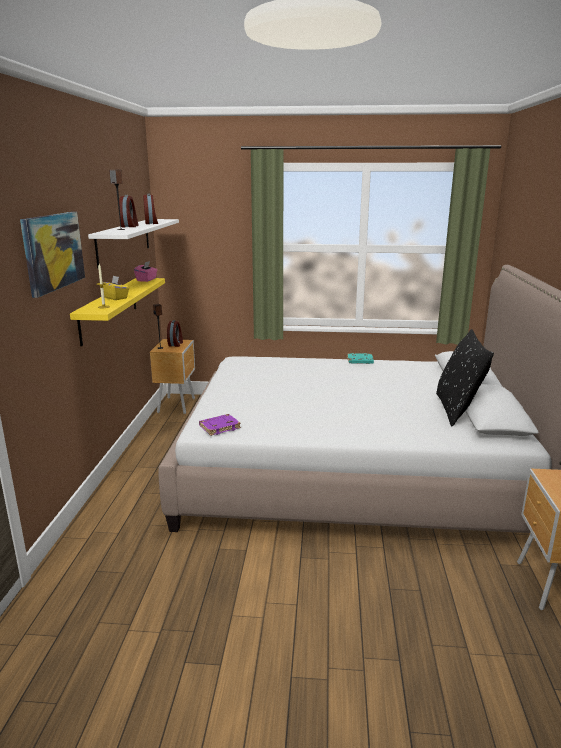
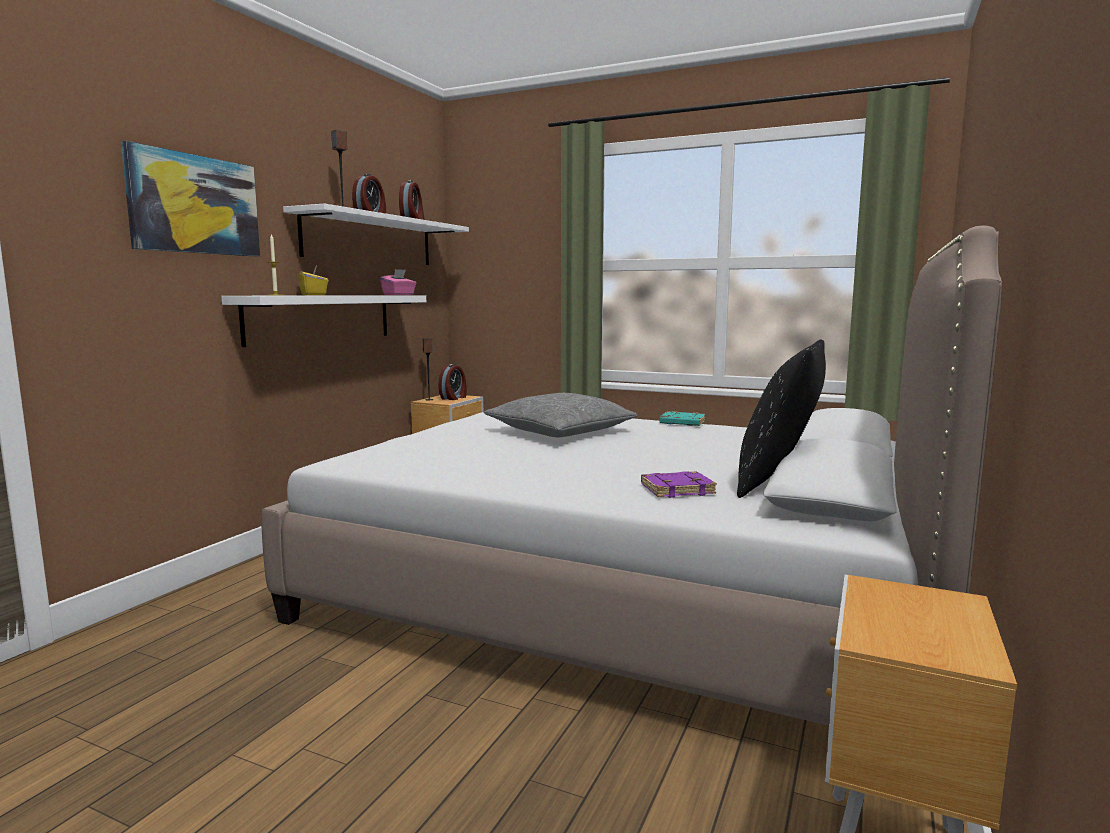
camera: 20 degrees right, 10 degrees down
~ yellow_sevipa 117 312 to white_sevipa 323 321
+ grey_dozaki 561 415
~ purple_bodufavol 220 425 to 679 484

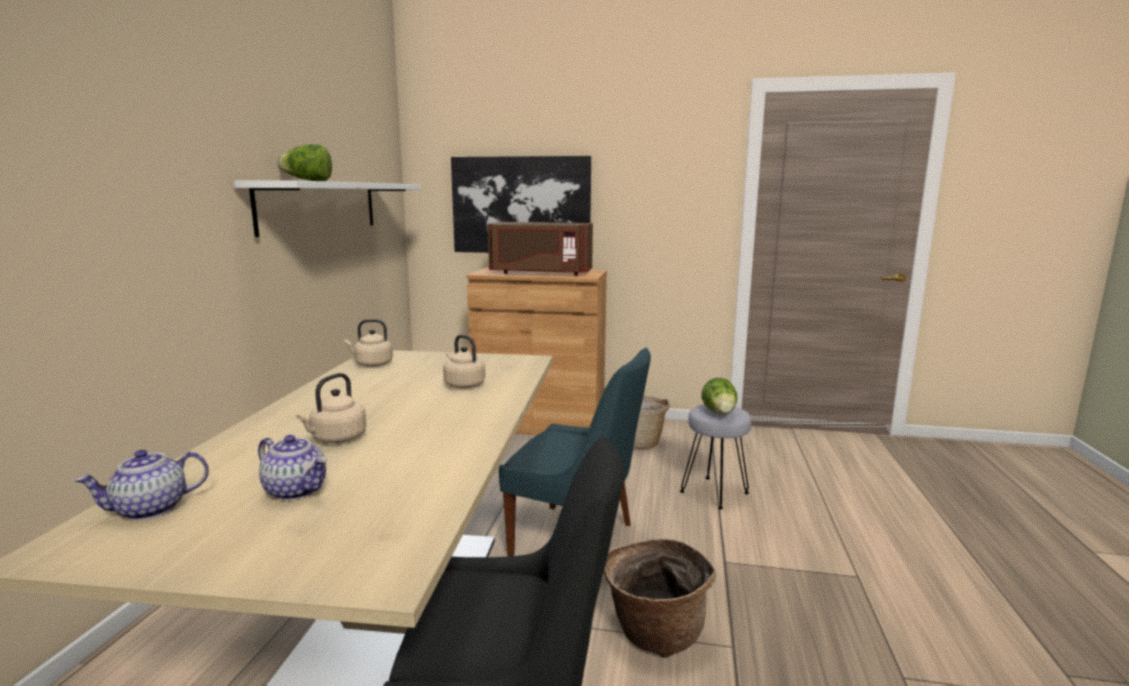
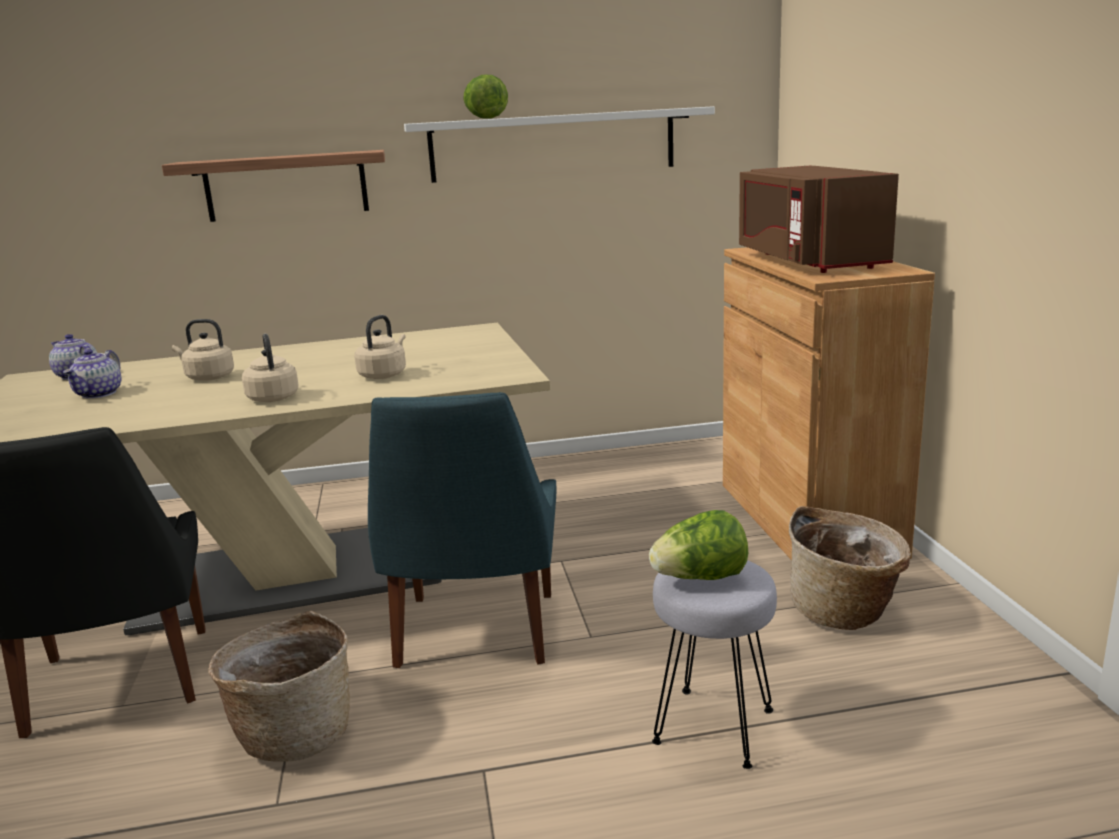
camera: 70 degrees right, 5 degrees up
+ sevipa 273 186
~ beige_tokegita 368 343 to 270 368
- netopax 521 204

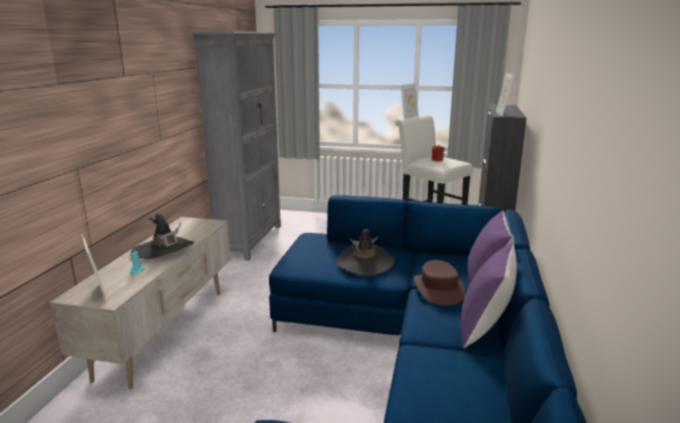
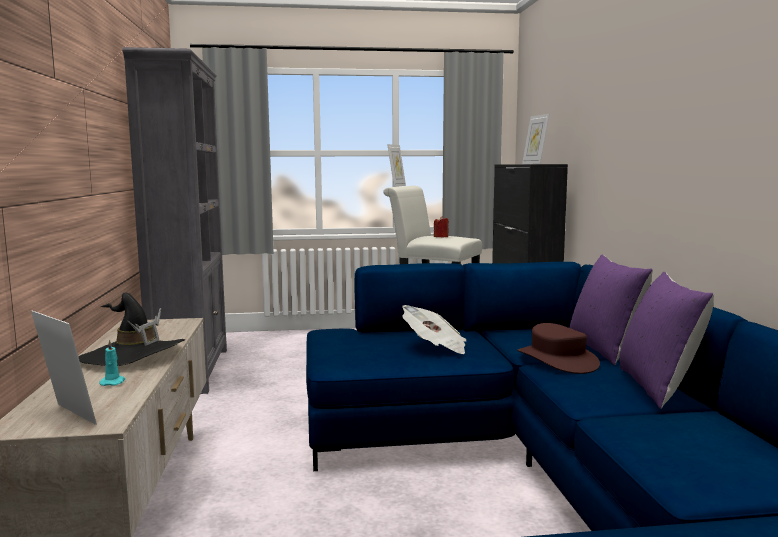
camera: 20 degrees left, 10 degrees down
~ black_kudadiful 365 252 to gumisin 434 329

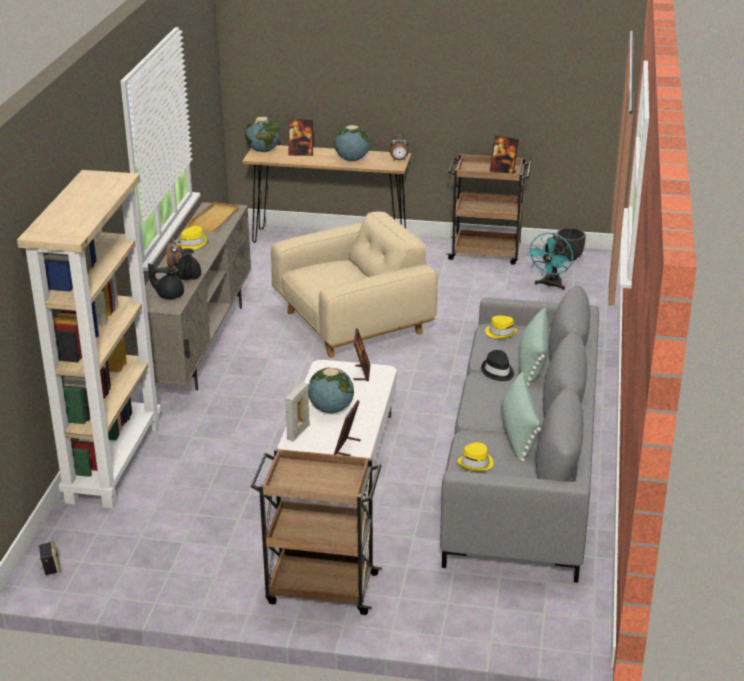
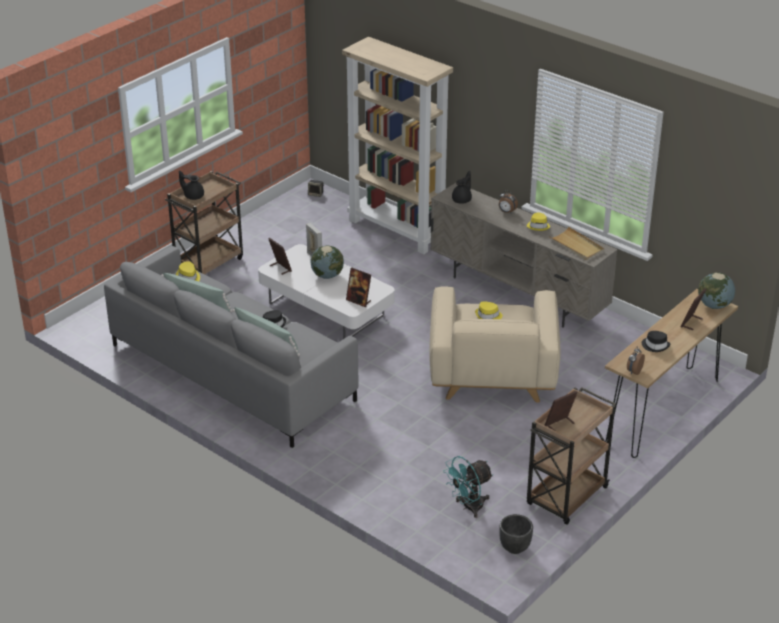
camera: 120 degrees right, 5 degrees up
~ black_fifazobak 188 264 to 191 185
~ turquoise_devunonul 550 261 = 468 487 90 degrees counterclockwise
~ yellow_kudadiful 501 327 to 489 310
~ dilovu 352 143 to black_kudadiful 656 341

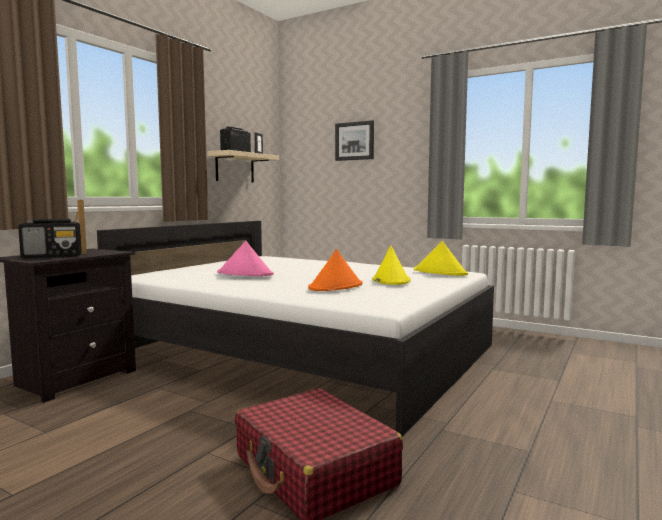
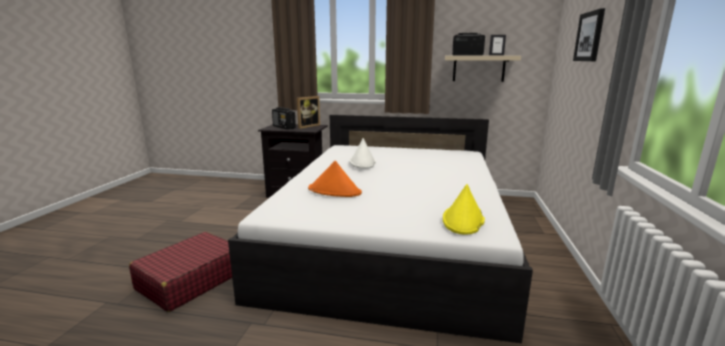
camera: 70 degrees right, 10 degrees up
~ pink_kudadiful 245 258 to white_kudadiful 362 153
- yellow_kudadiful 391 265

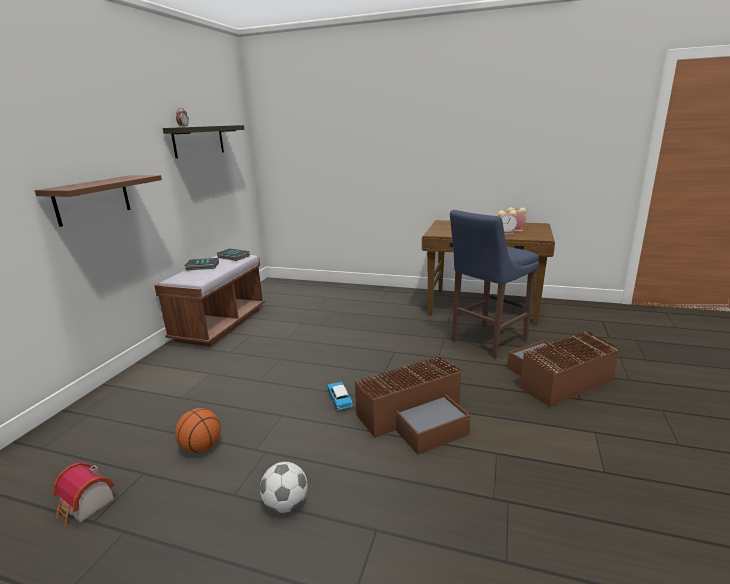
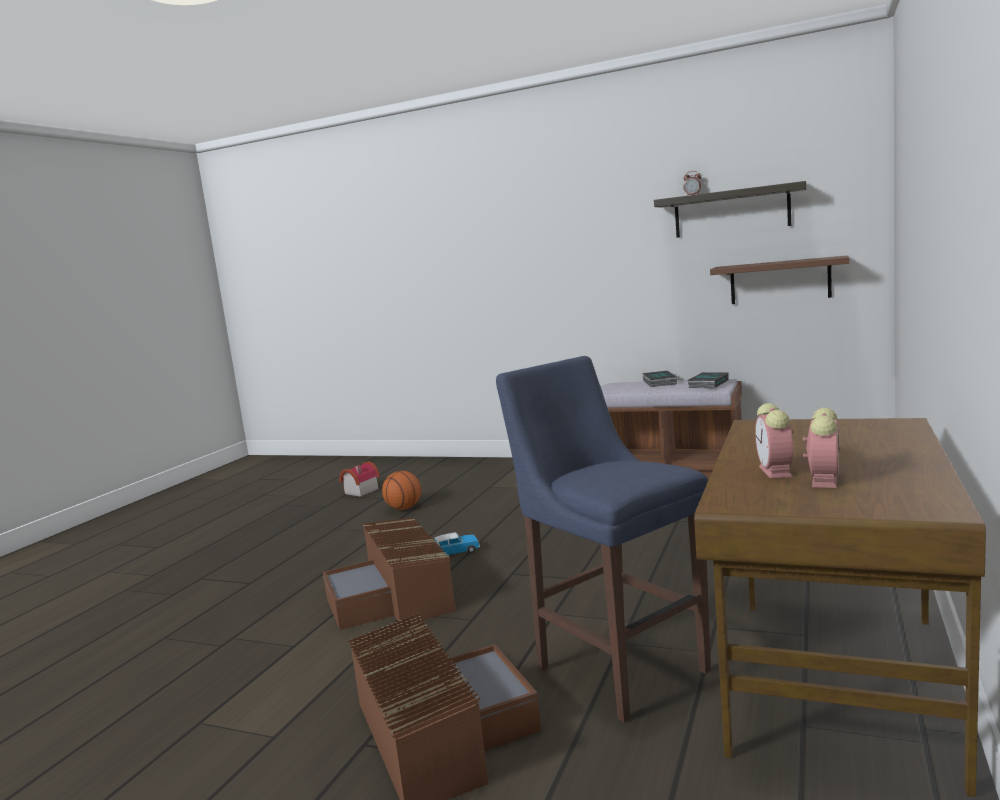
camera: 95 degrees right, 10 degrees down
~ brown_sevipa 98 201 to 779 280
- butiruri 284 487

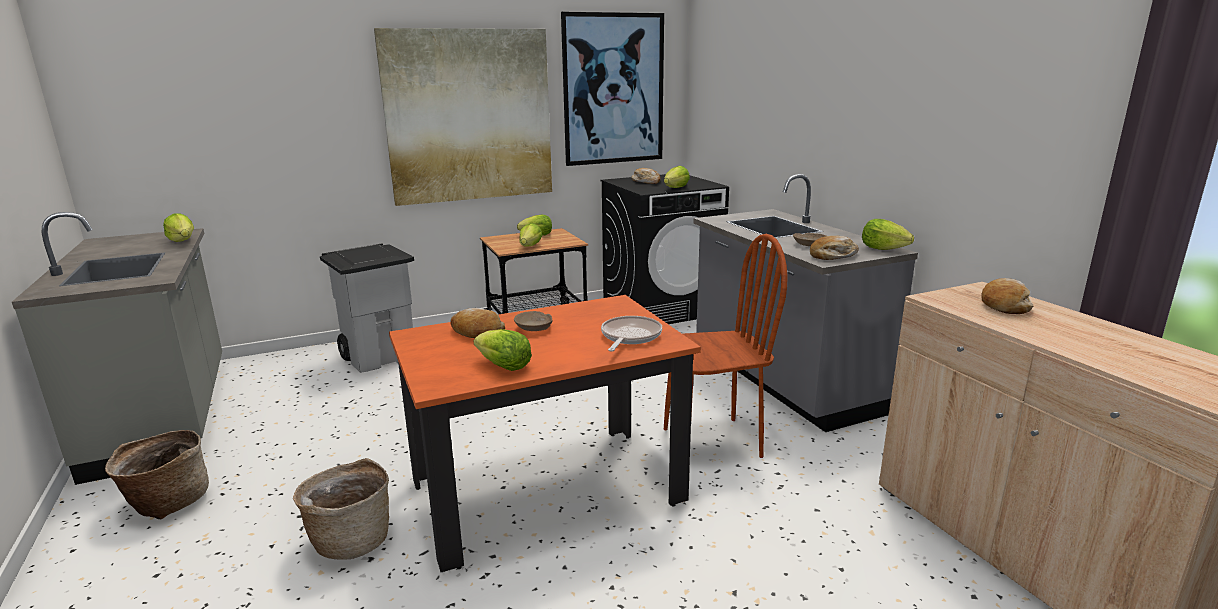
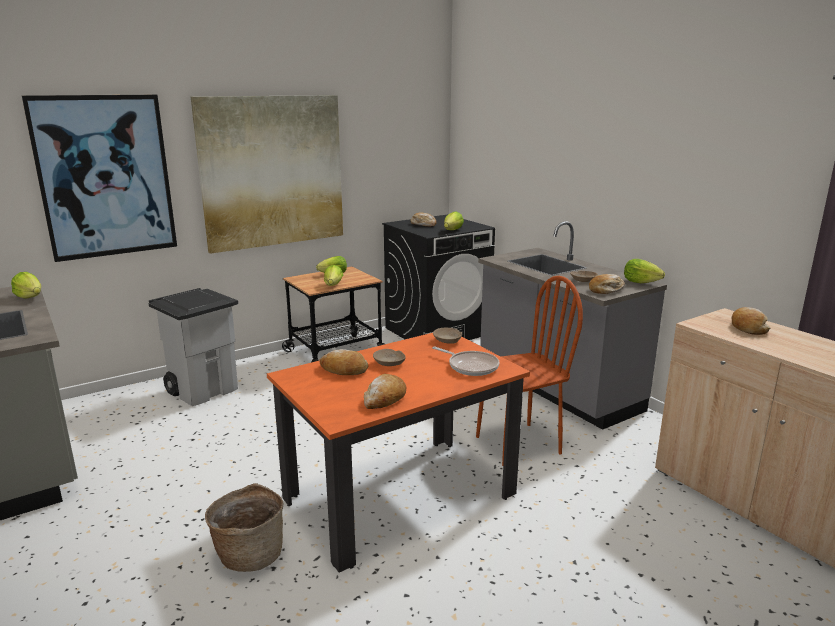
camera: 10 degrees left, 0 degrees up
~ netopax 612 89 to 99 178
~ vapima 503 350 to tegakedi 385 391
~ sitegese 631 334 = 466 361 120 degrees clockwise
+ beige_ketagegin 447 335
- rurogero 157 474

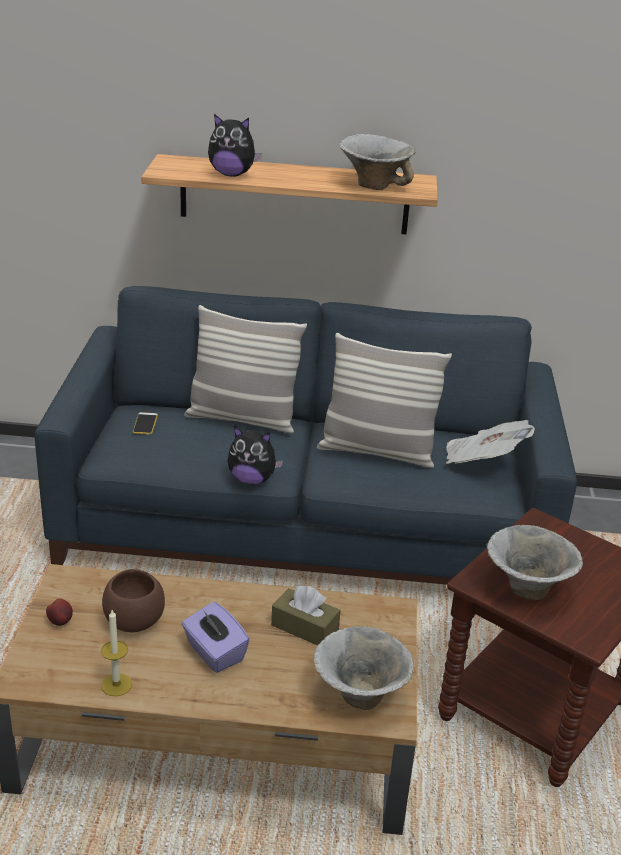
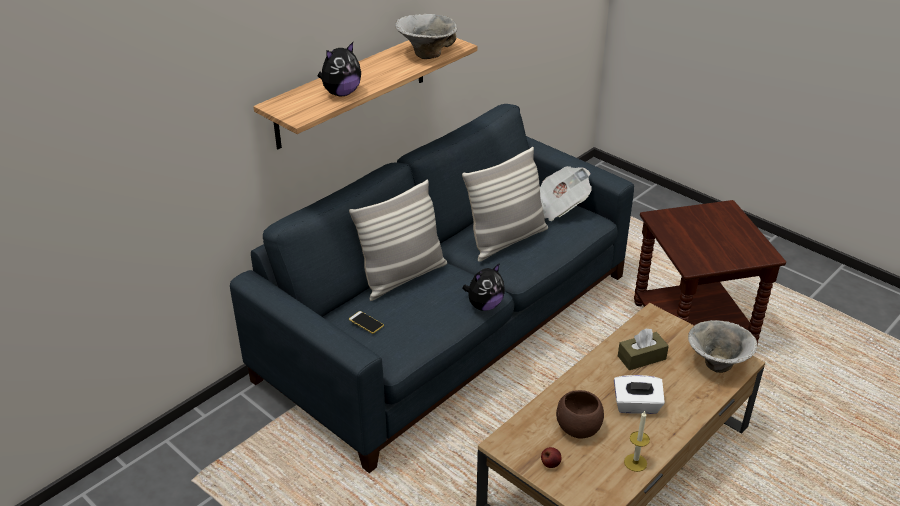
camera: 50 degrees left, 5 degrees up
~ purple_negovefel 216 637 to white_negovefel 639 394
- ketagegin 535 562

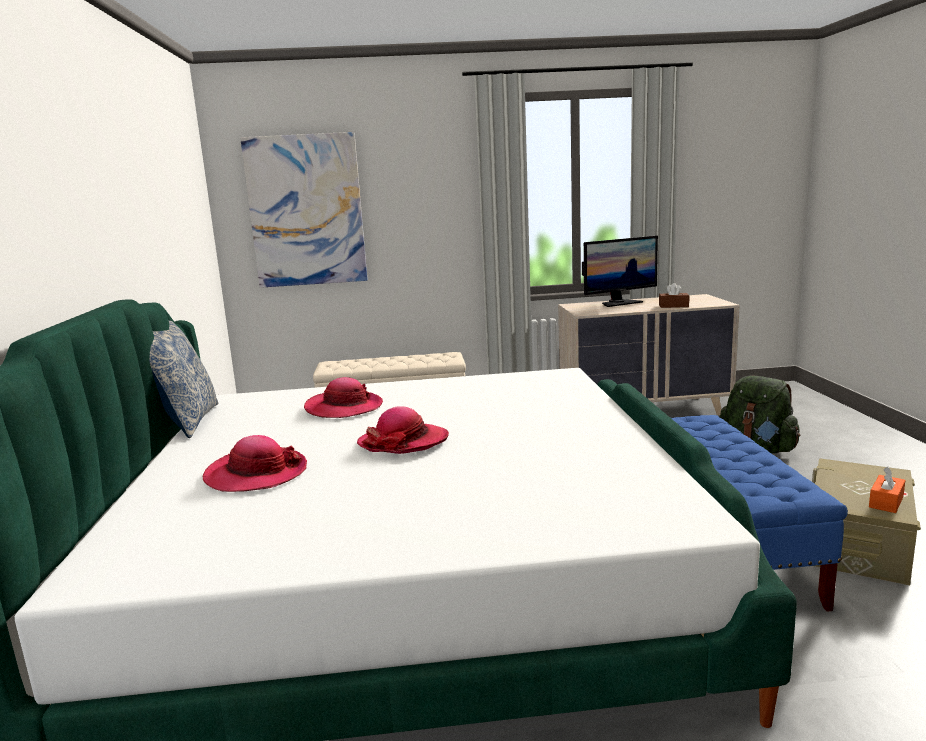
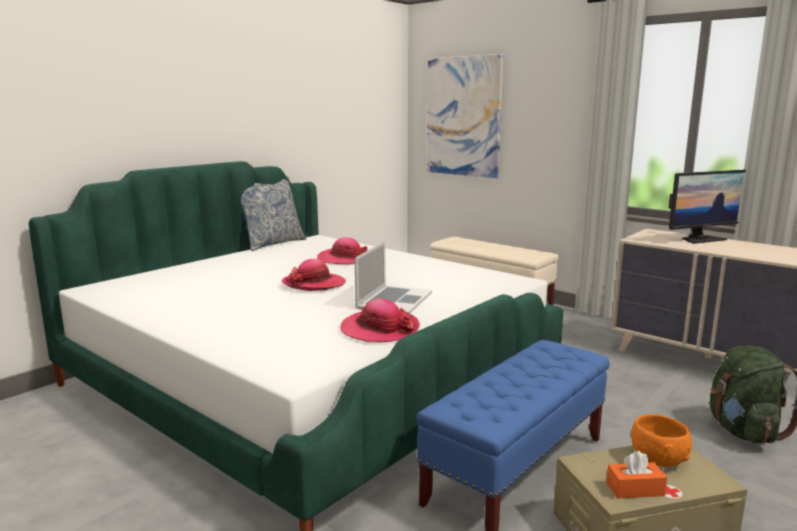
camera: 45 degrees right, 0 degrees up
~ kudadiful 255 463 to 380 320
+ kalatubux 393 277
+ orange_ketagegin 661 440
~ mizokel 620 271 = 707 207 45 degrees counterclockwise
- brown_negovefel 674 295

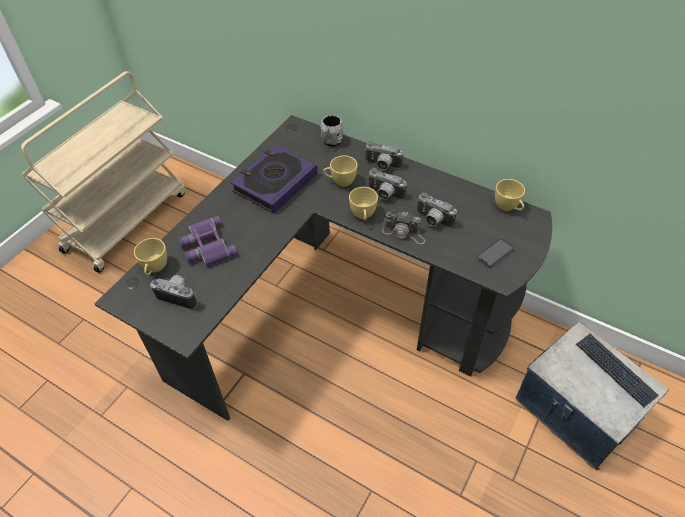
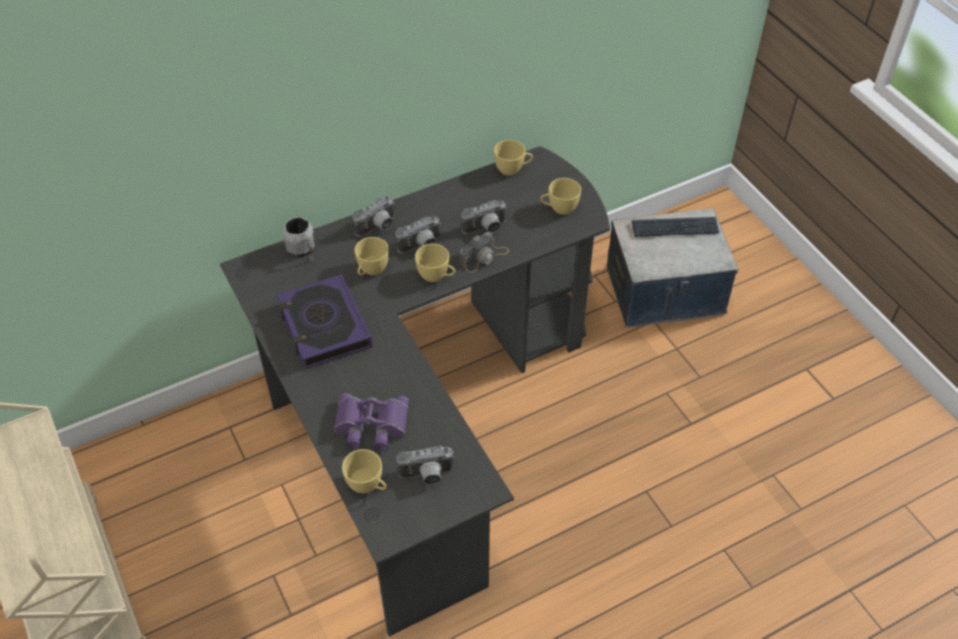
camera: 60 degrees left, 0 degrees up
~ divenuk 174 292 = 425 465 150 degrees counterclockwise
~ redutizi 495 253 to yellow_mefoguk 560 196

